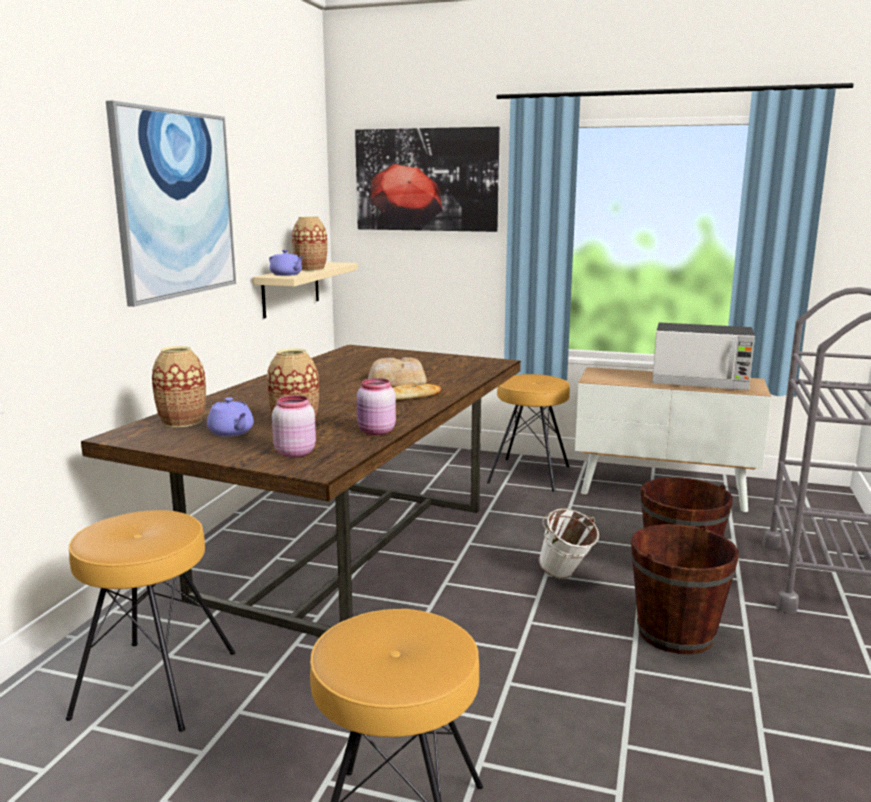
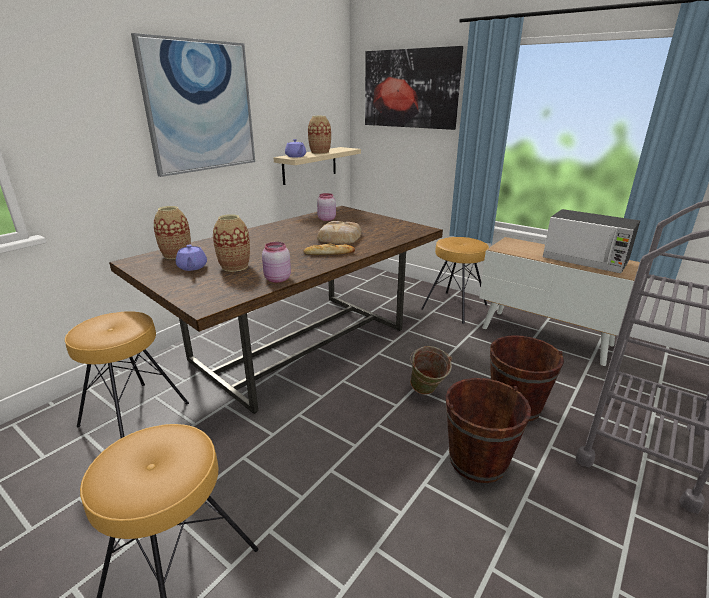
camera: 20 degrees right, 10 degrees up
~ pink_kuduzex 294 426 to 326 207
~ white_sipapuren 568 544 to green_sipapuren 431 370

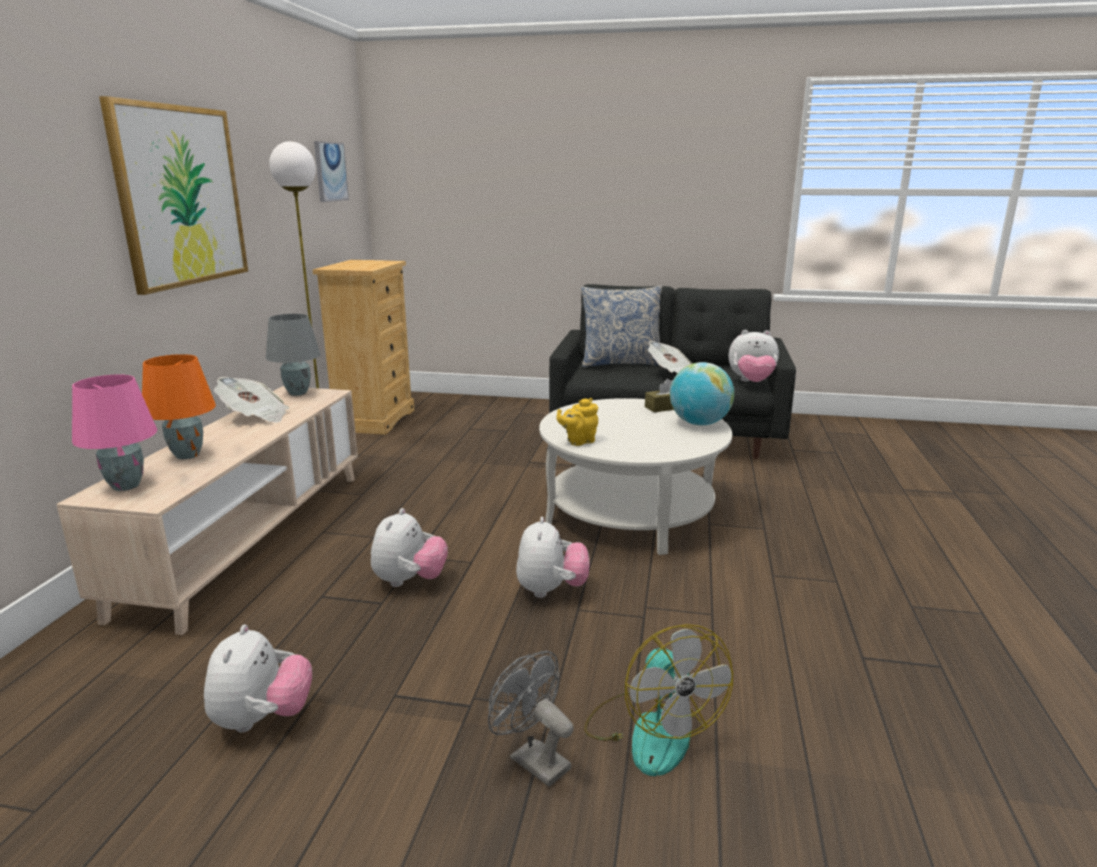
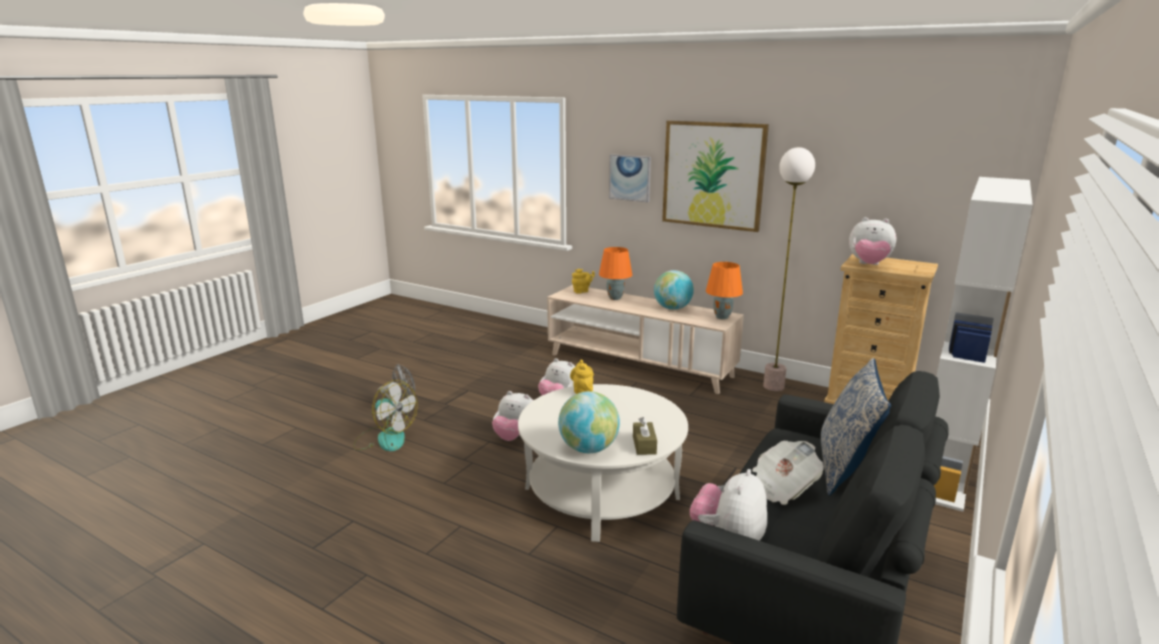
camera: 110 degrees right, 0 degrees up
~ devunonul 658 700 = 385 415 150 degrees counterclockwise
~ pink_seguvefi 114 433 to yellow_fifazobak 583 281
~ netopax 331 171 to 630 178
~ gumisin 251 400 to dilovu 674 290
~ grey_seguvefi 293 355 to orange_seguvefi 724 290
~ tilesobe 258 679 to 872 241
+ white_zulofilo 983 344

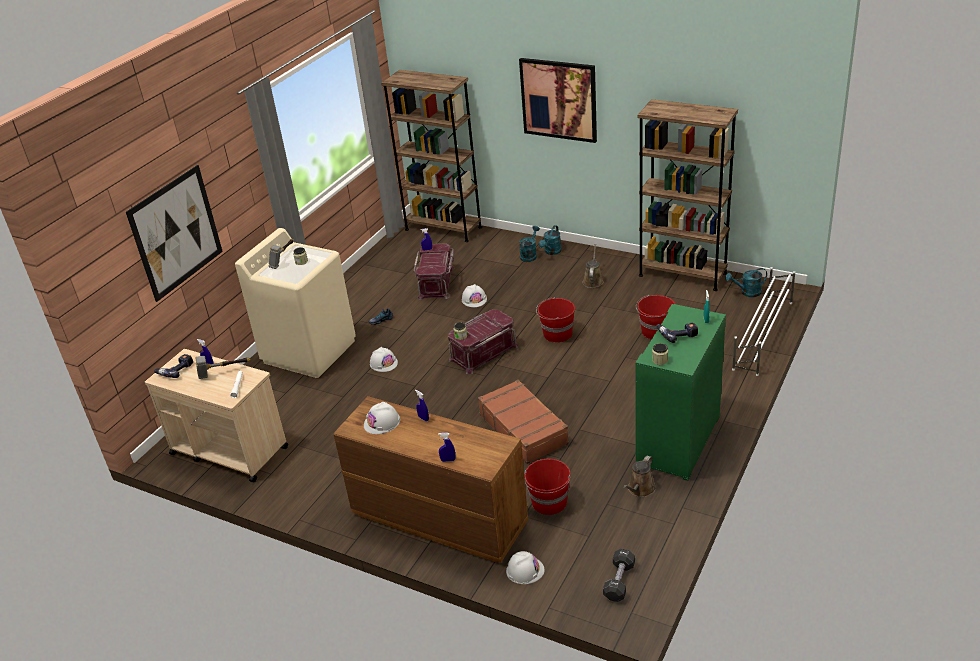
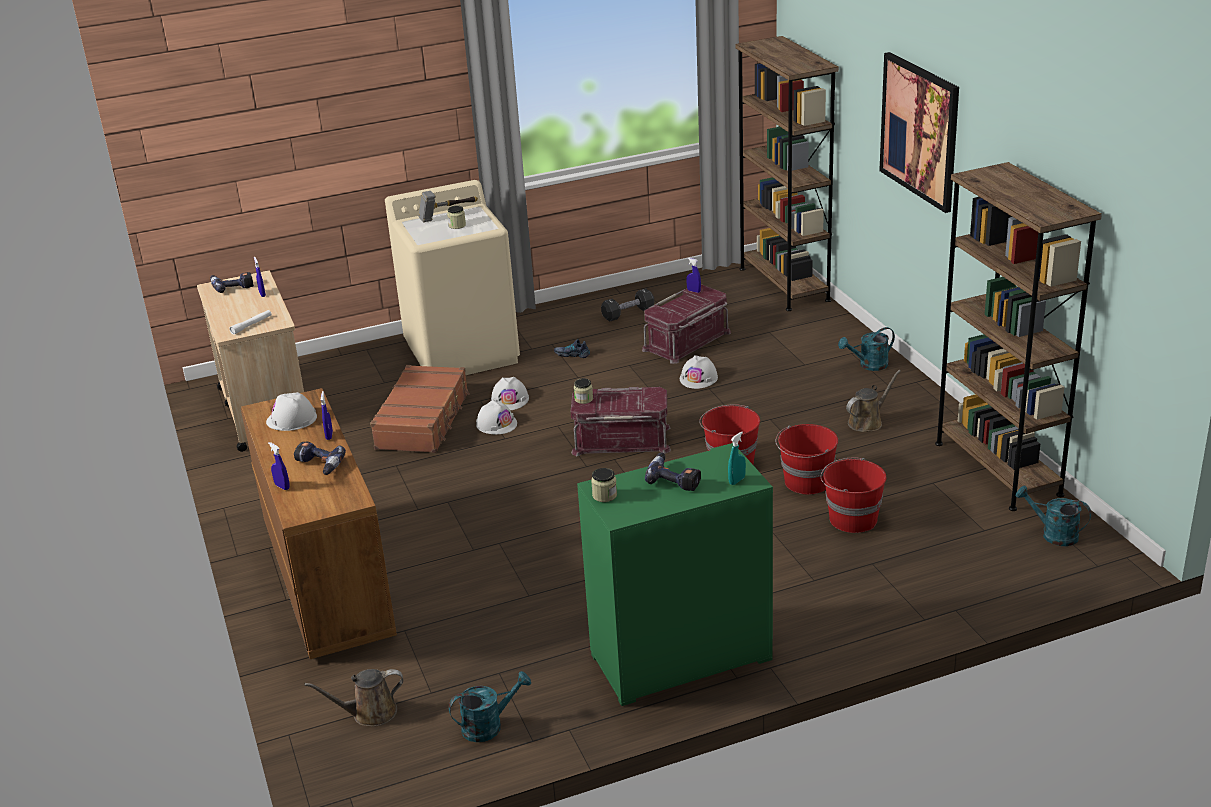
camera: 40 degrees right, 5 degrees down
+ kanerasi 320 458
~ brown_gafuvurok 639 476 to 353 697
~ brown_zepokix 523 422 to 420 409
~ turquoise_gafuvurok 529 244 to 490 706
~ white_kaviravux 525 567 to 496 417
~ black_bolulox 619 575 to 627 305
~ red_sipapuren 547 487 to 806 459
- netopax 174 233
- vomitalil 223 367
- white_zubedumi 763 321

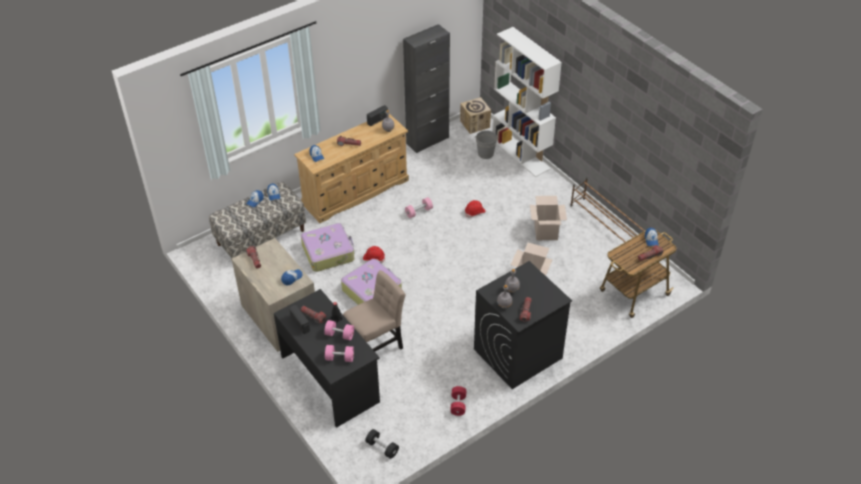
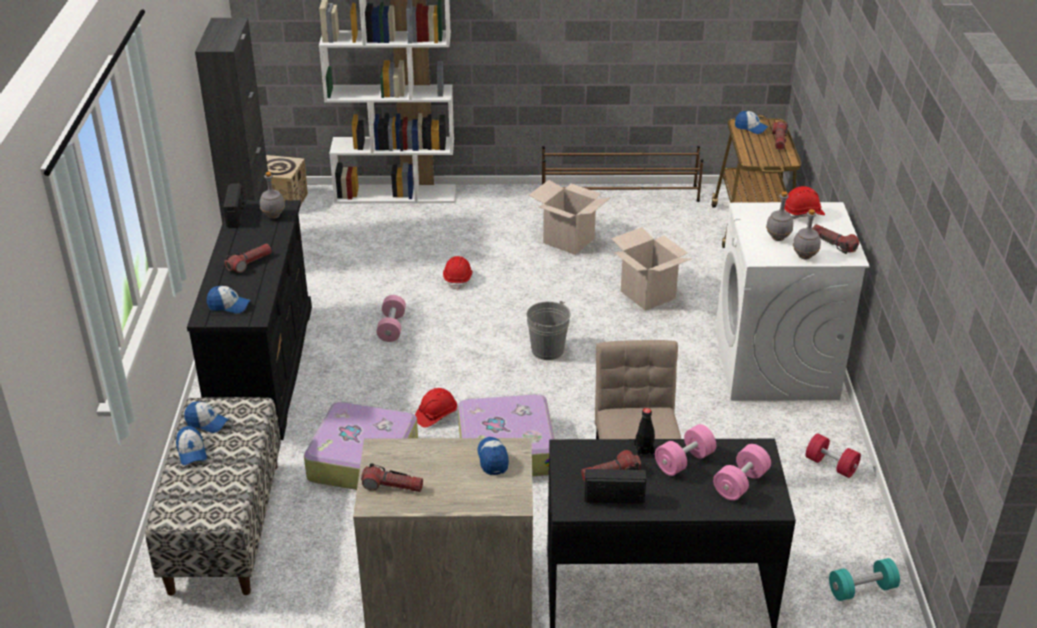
camera: 55 degrees left, 10 degrees down
~ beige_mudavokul 351 168 to black_mudavokul 249 320
~ grey_sipapuren 487 144 to 548 330
~ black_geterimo 523 325 to white_geterimo 792 301
+ red_kaviravux 805 202
~ black_bolulox 382 444 to turquoise_bolulox 864 579

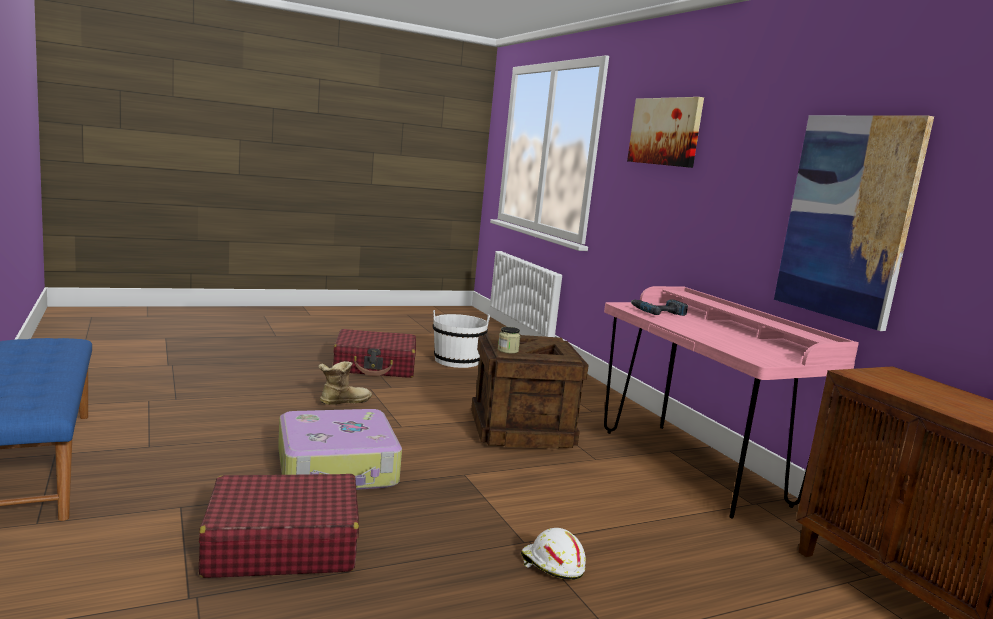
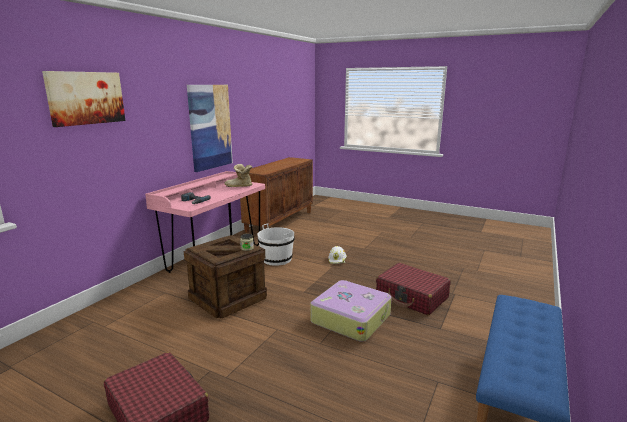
camera: 125 degrees left, 5 degrees up
~ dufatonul 345 383 to 238 175
~ white_sipapuren 461 339 to 276 245

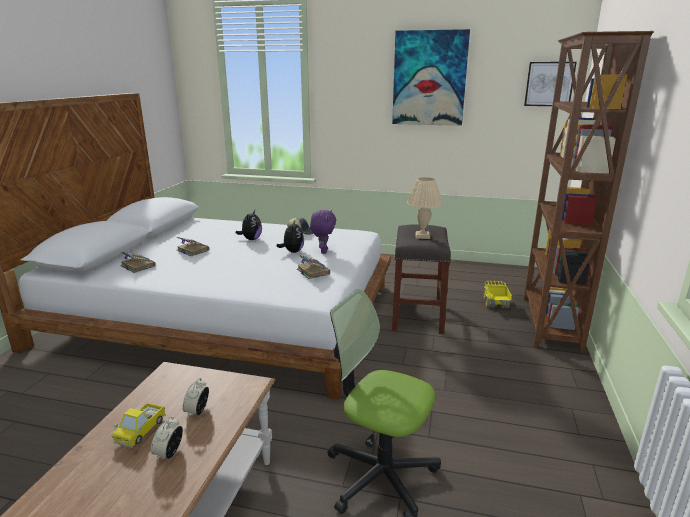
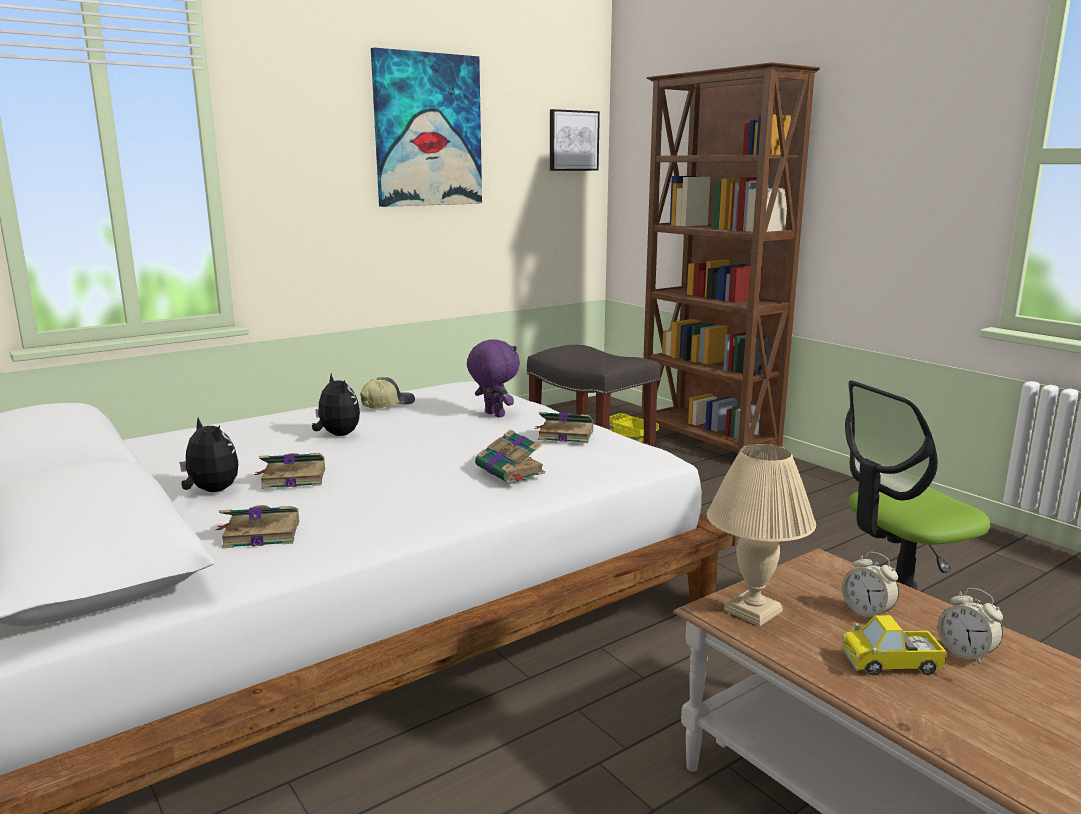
camera: 50 degrees left, 5 degrees down
~ tilesobe 290 236 to 209 454
+ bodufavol 510 455
~ beige_seguvefi 425 208 to 761 535
~ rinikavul 139 425 = 894 645 120 degrees clockwise

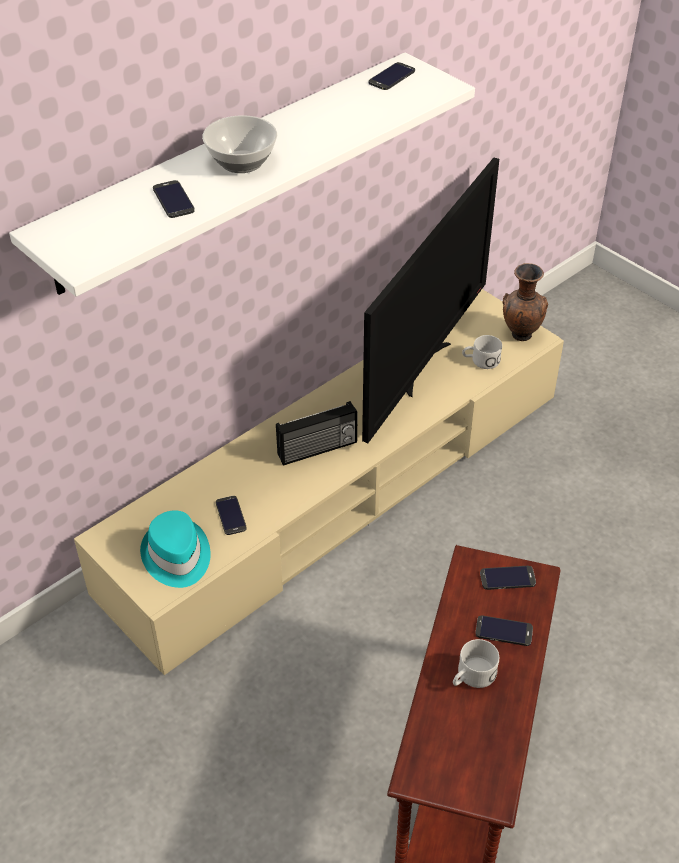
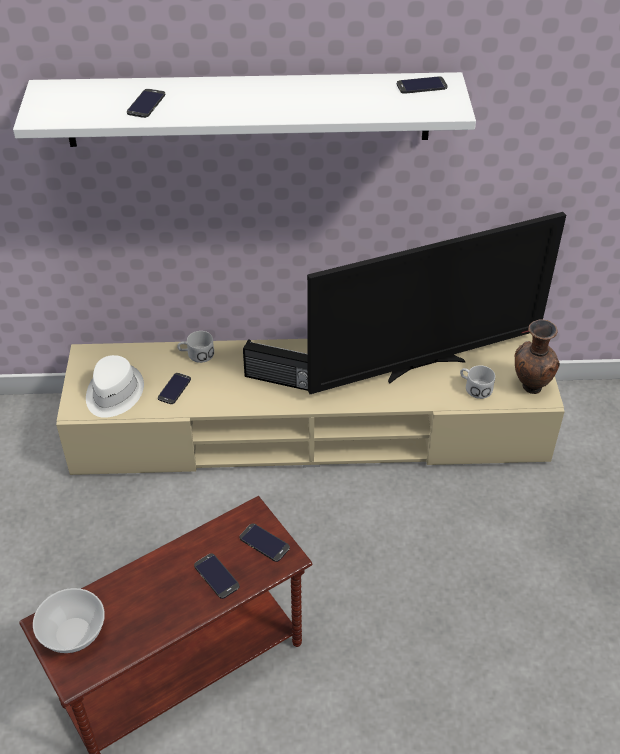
camera: 40 degrees right, 0 degrees up
~ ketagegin 239 144 to 69 620
~ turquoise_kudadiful 175 549 to white_kudadiful 115 386
~ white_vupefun 476 663 to 195 347

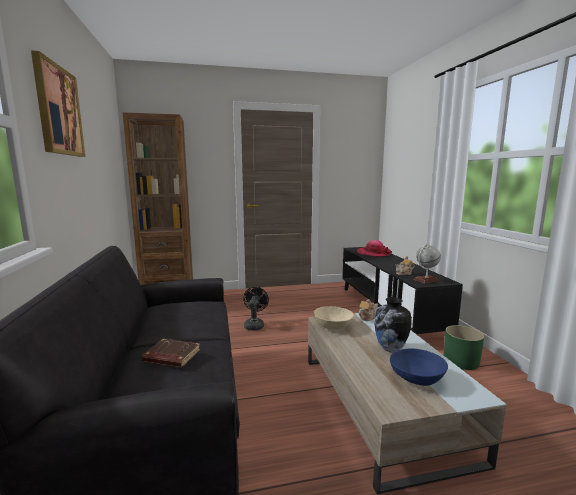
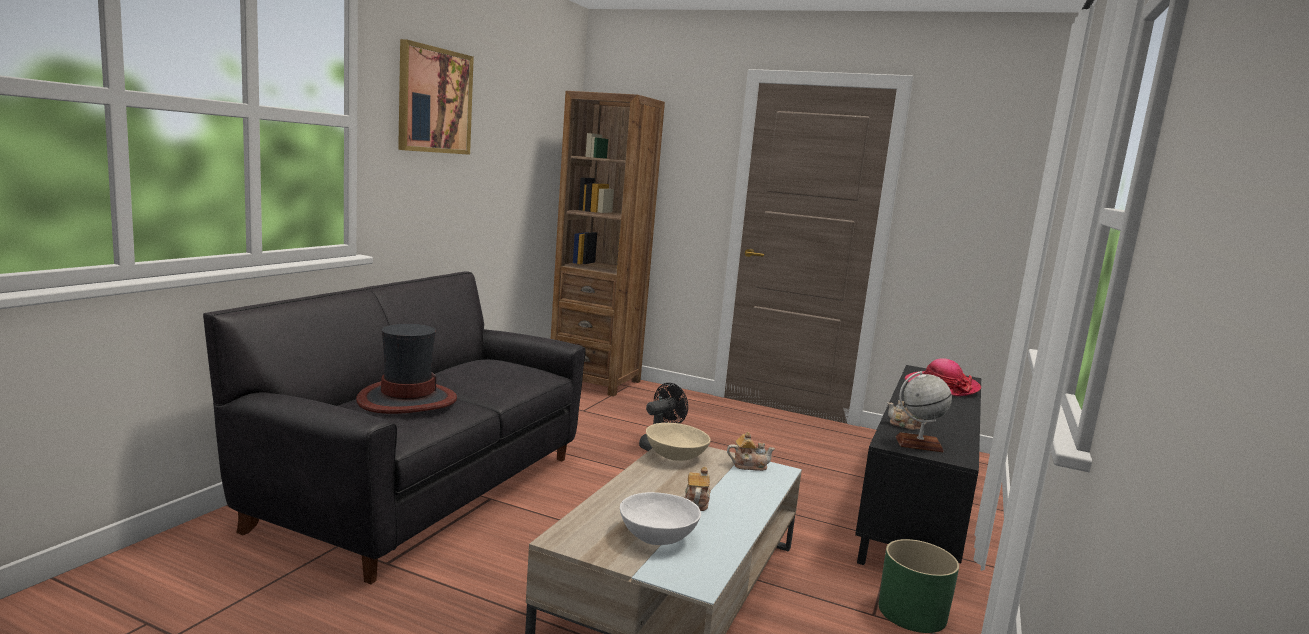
camera: 35 degrees right, 0 degrees up
~ brown_bodufavol 171 353 to kudadiful 406 369
~ blue_ketagegin 419 367 to white_ketagegin 660 518
~ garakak 393 324 to fifazobak 697 489

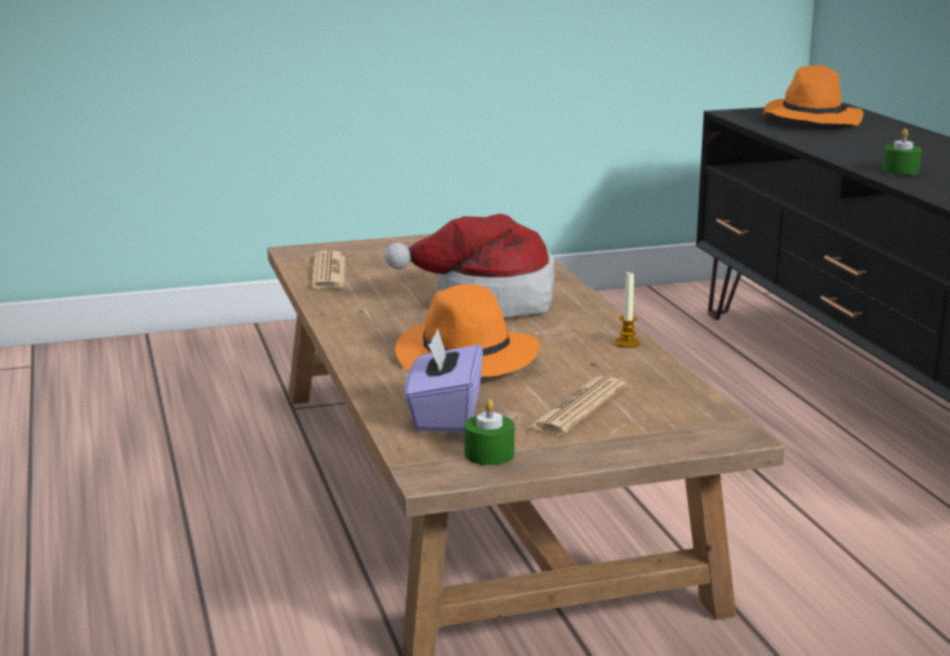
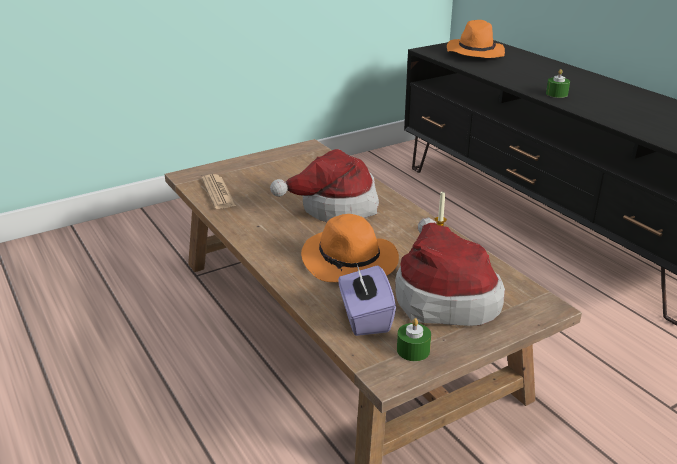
camera: 15 degrees left, 10 degrees up
~ gumisin 576 405 to kudadiful 450 272

